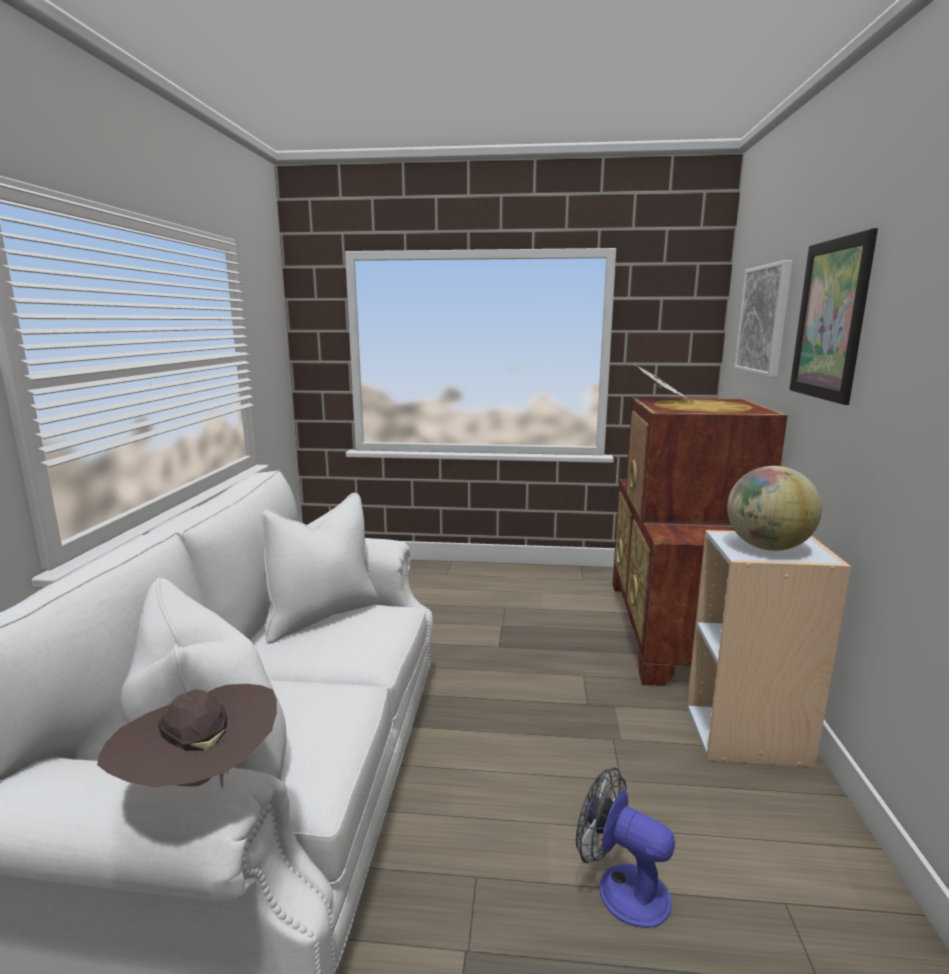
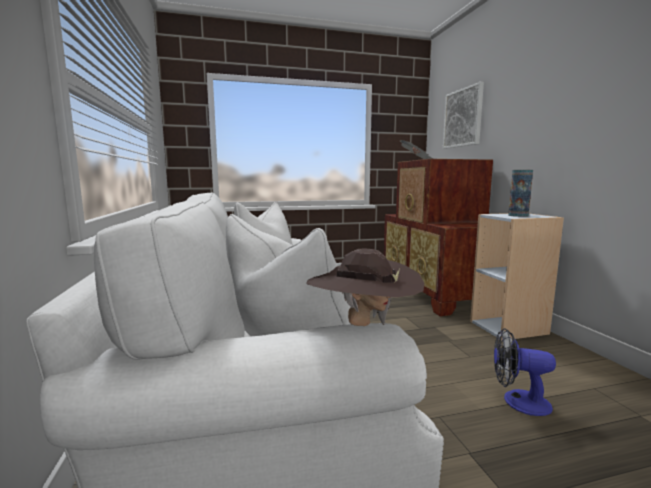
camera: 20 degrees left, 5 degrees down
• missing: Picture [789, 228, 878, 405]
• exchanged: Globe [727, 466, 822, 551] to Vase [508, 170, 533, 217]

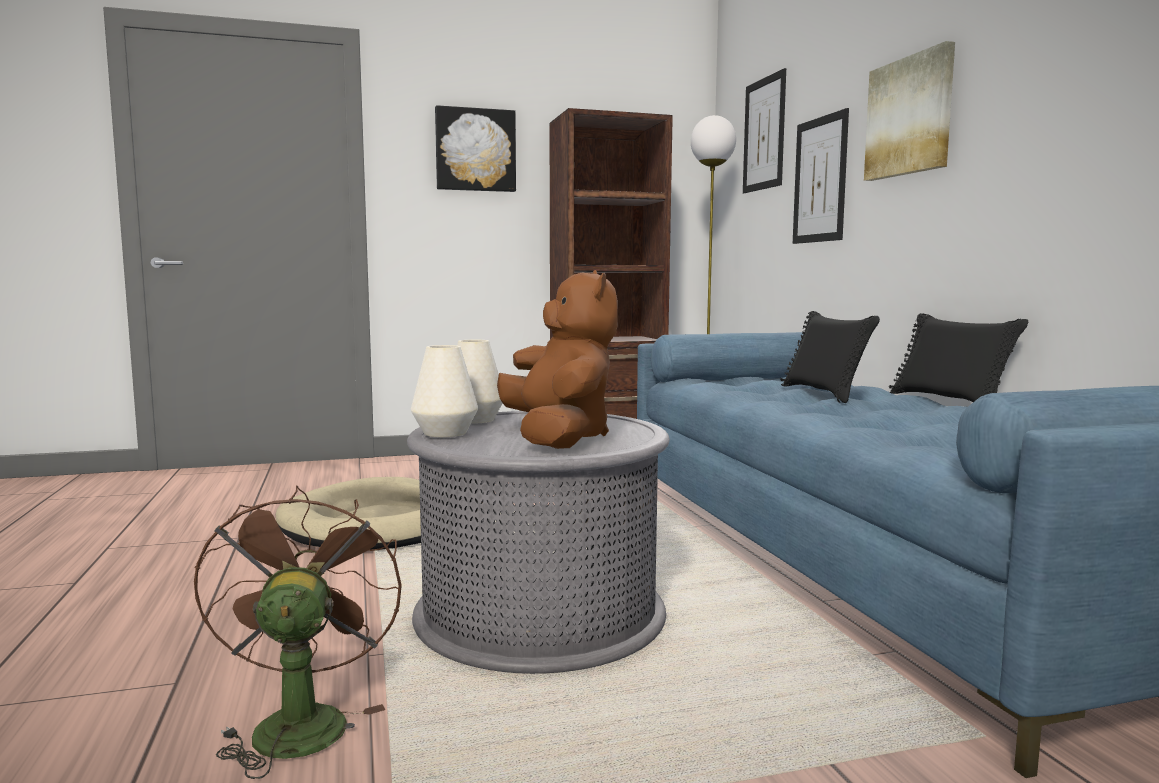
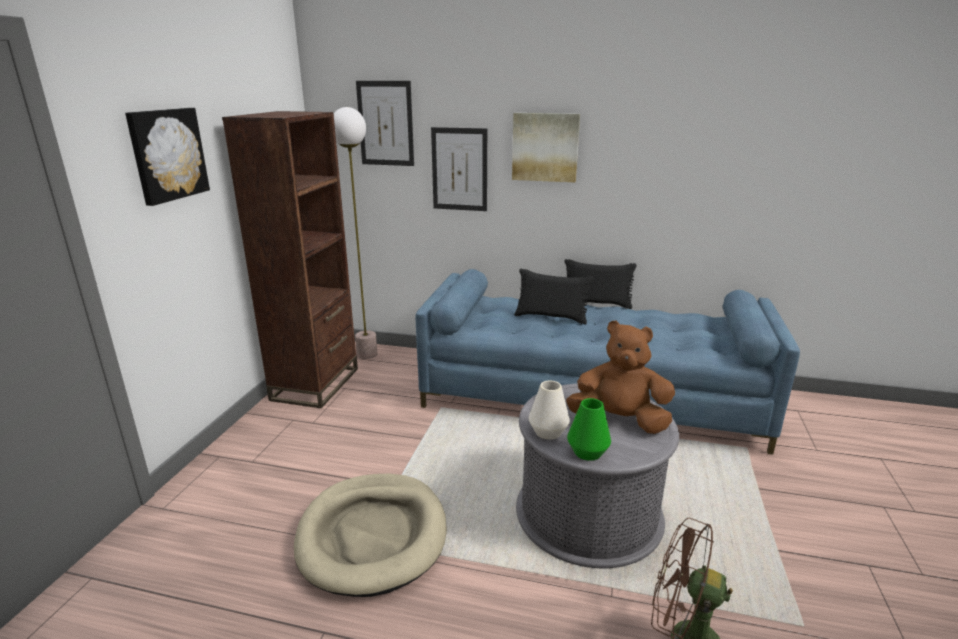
camera: 60 degrees left, 15 degrees up
• colour: WhiteVase [411, 345, 478, 437] to GreenVase [567, 398, 611, 461]

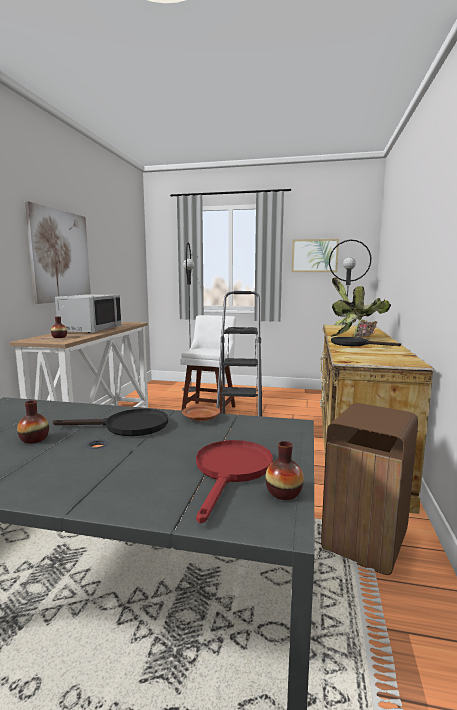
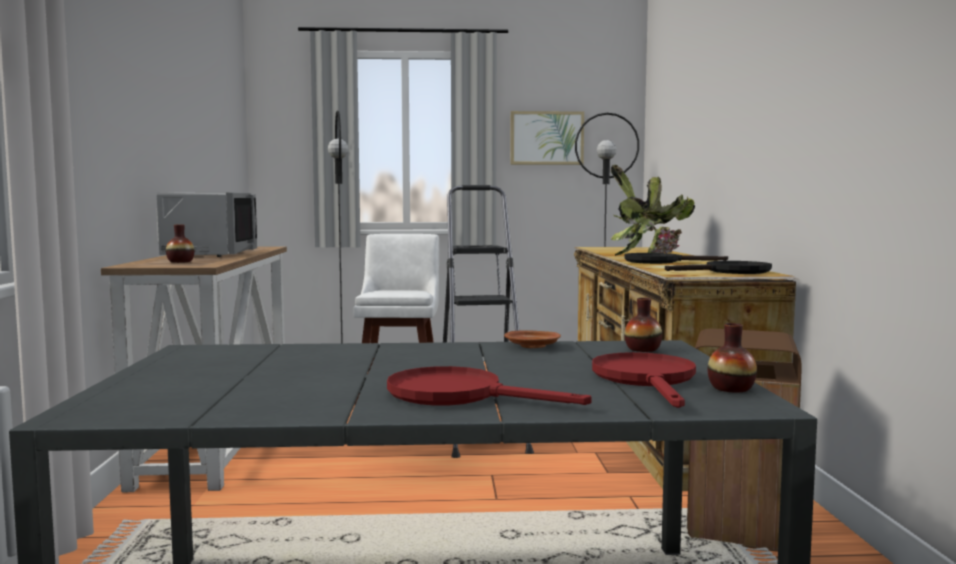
camera: 15 degrees left, 5 degrees down
• missing: Picture [25, 201, 91, 304]
• relocated: Vase [17, 400, 49, 444] to [624, 298, 662, 352]
• relocated: BlackFryingPan [53, 409, 168, 436] to [665, 261, 772, 274]
• appeared: RedFryingPan [387, 366, 592, 406]

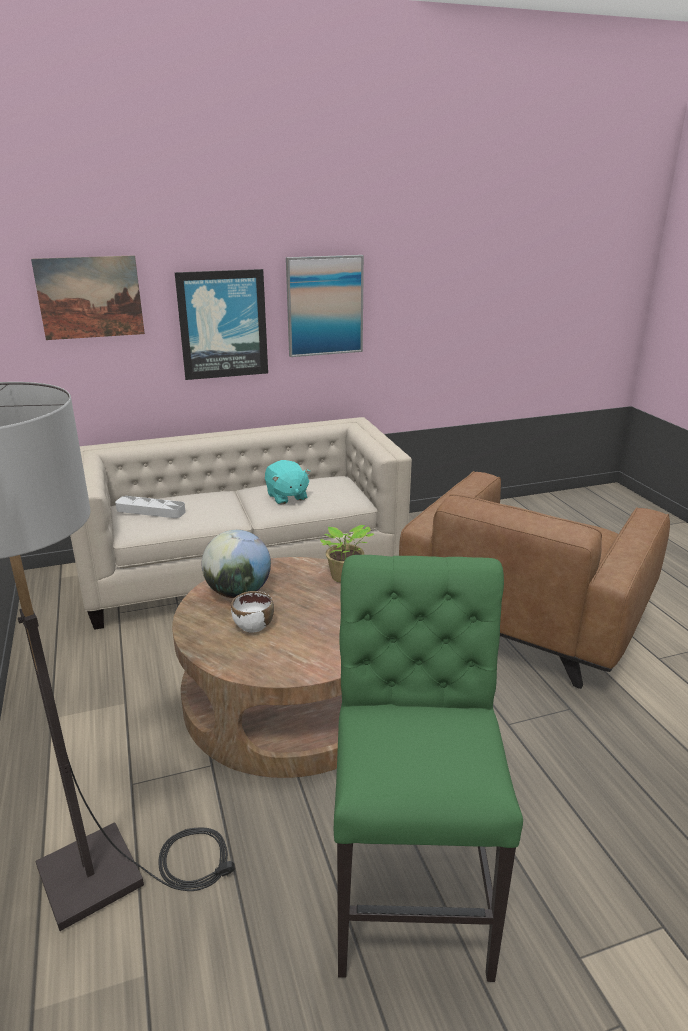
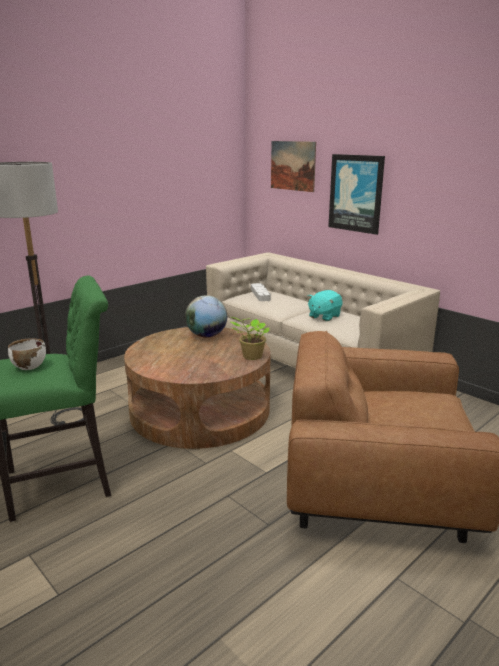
camera: 65 degrees right, 5 degrees down
• missing: Picture [286, 255, 364, 357]
• relocated: WhiteBowl [231, 591, 274, 633] to [8, 338, 46, 370]

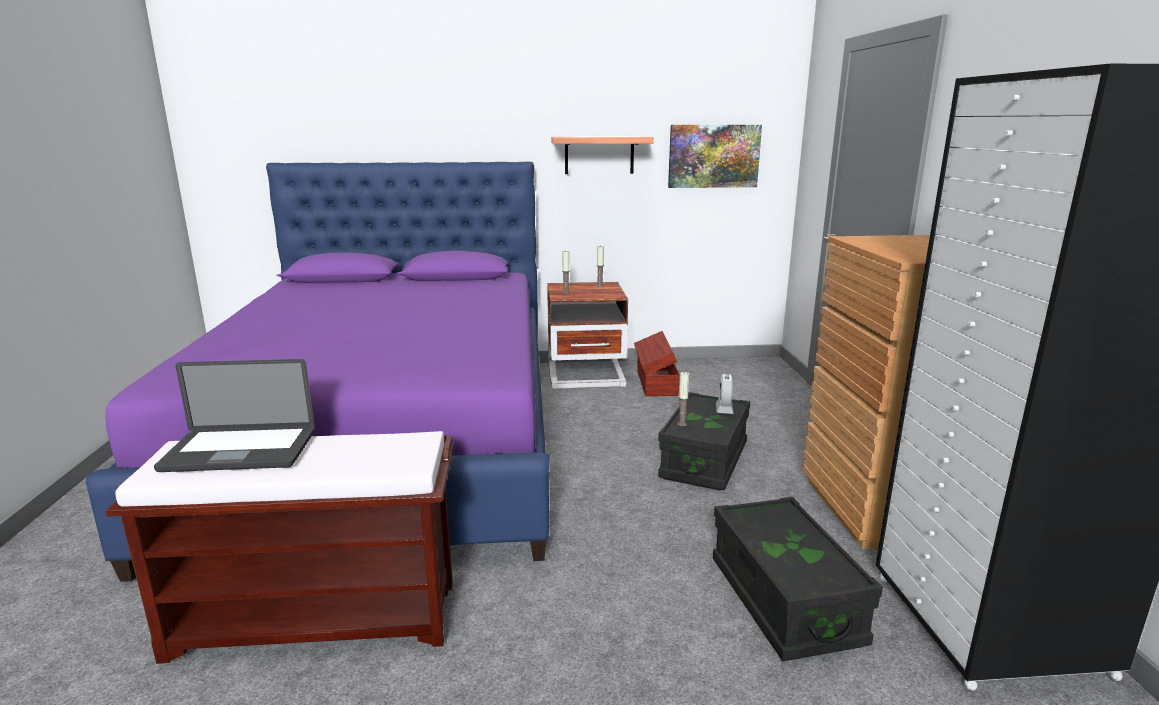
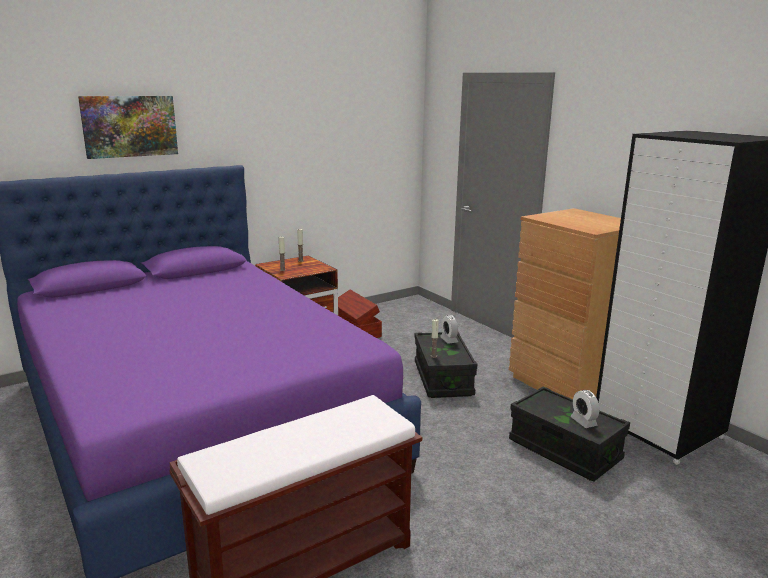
camera: 30 degrees left, 0 degrees up
• relocated: Picture [668, 125, 762, 188] to [78, 96, 178, 159]
• missing: Shelf [551, 136, 654, 174]
• missing: Laptop [154, 359, 314, 472]
• appeared: AlarmClock [570, 390, 600, 428]

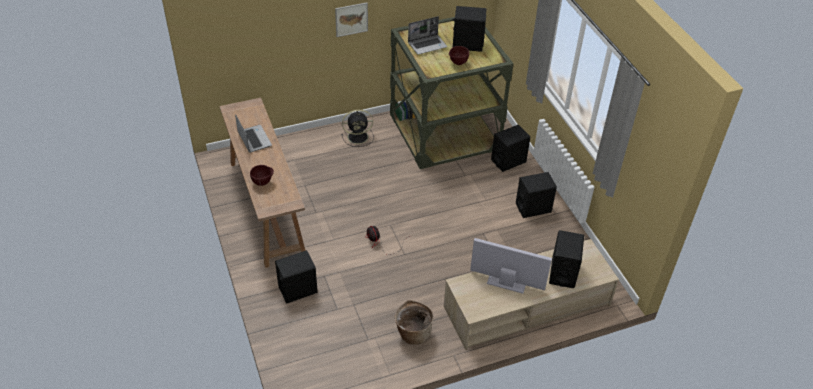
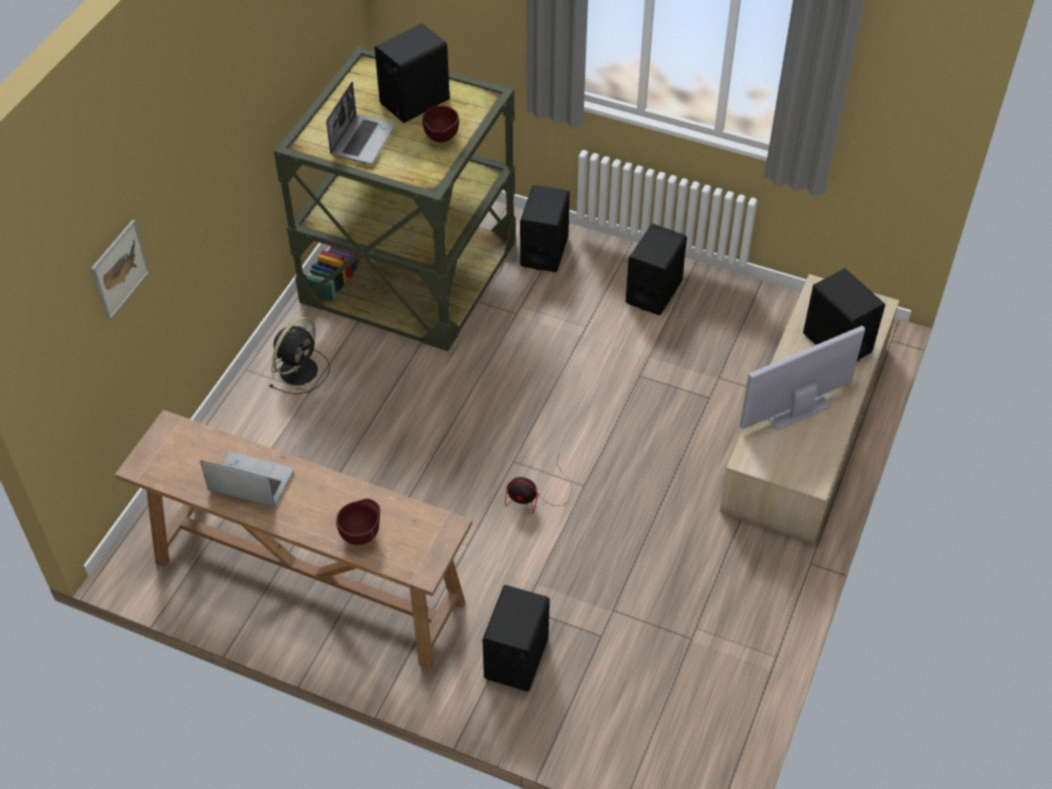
camera: 45 degrees left, 5 degrees up
• relocated: Picture [335, 2, 368, 37] to [91, 220, 149, 320]
• missing: Basket [395, 300, 433, 345]

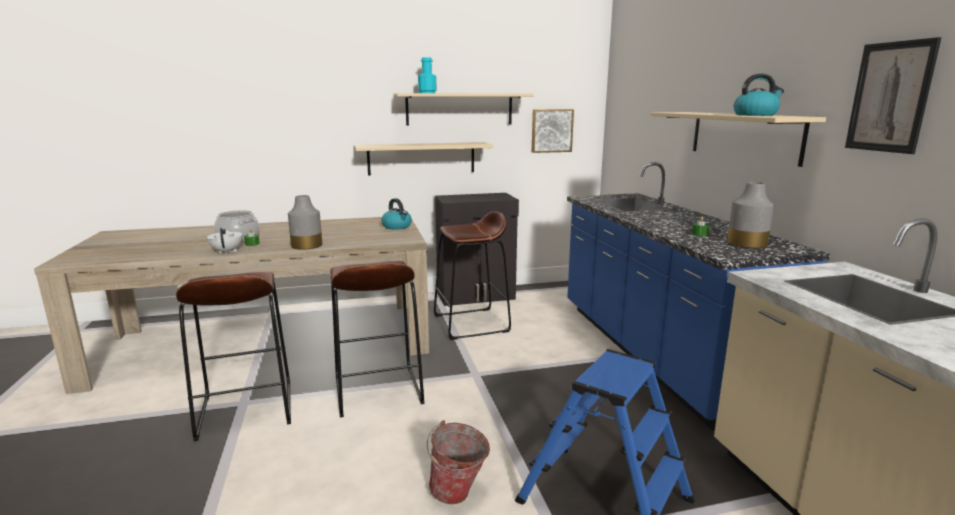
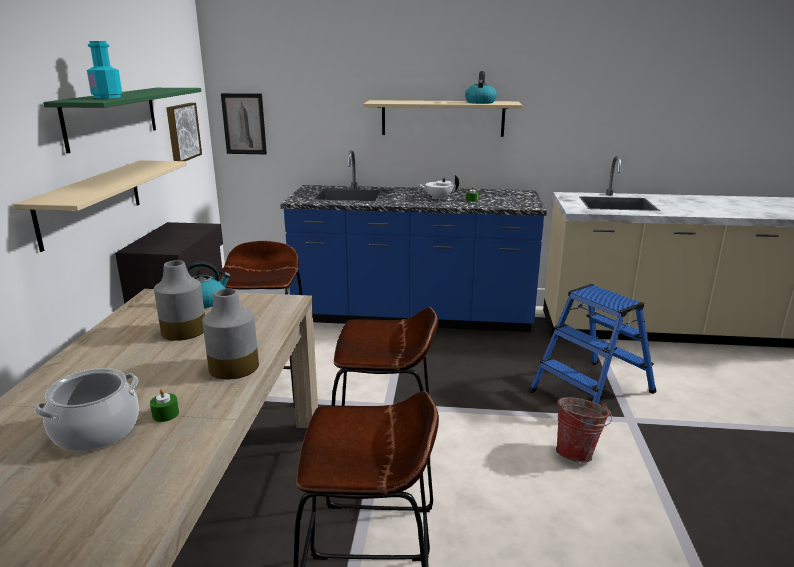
camera: 70 degrees left, 5 degrees up
• relocated: Picture [845, 37, 941, 154] to [221, 93, 267, 154]
• colour: BeigeShelf [393, 93, 534, 125] to GreenShelf [43, 88, 201, 153]
• relocated: GreyVase [727, 182, 774, 248] to [154, 260, 205, 341]
• relocated: WhiteTeapot [207, 228, 243, 254] to [418, 175, 459, 200]

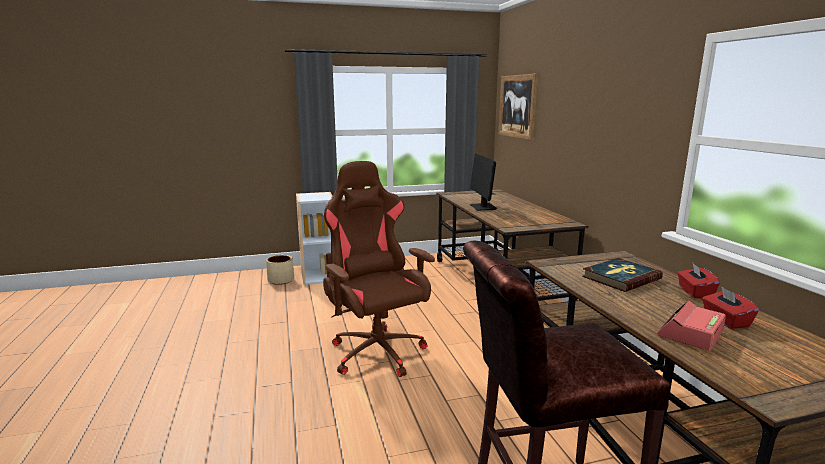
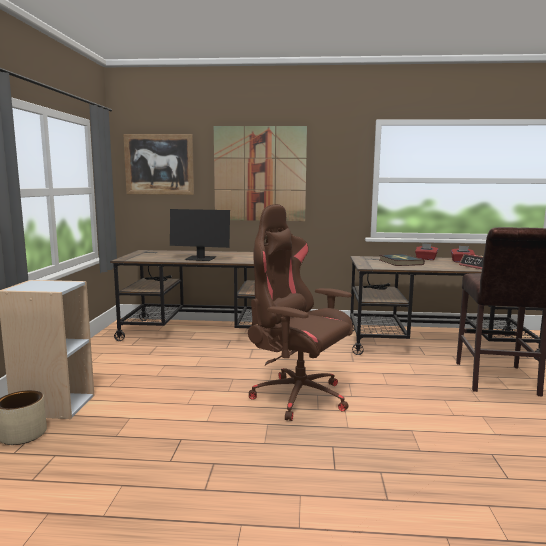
camera: 70 degrees left, 5 degrees down
• spun: BrownOfficeChair [323, 161, 435, 377] = [248, 204, 353, 421] 45 degrees clockwise
• appeared: Picture [214, 126, 307, 221]

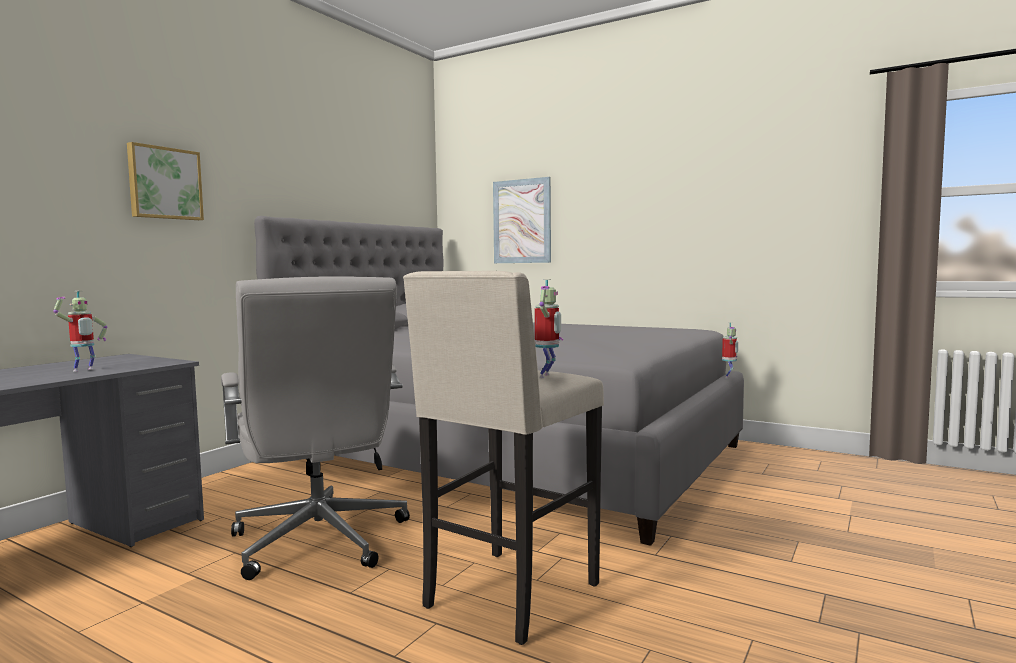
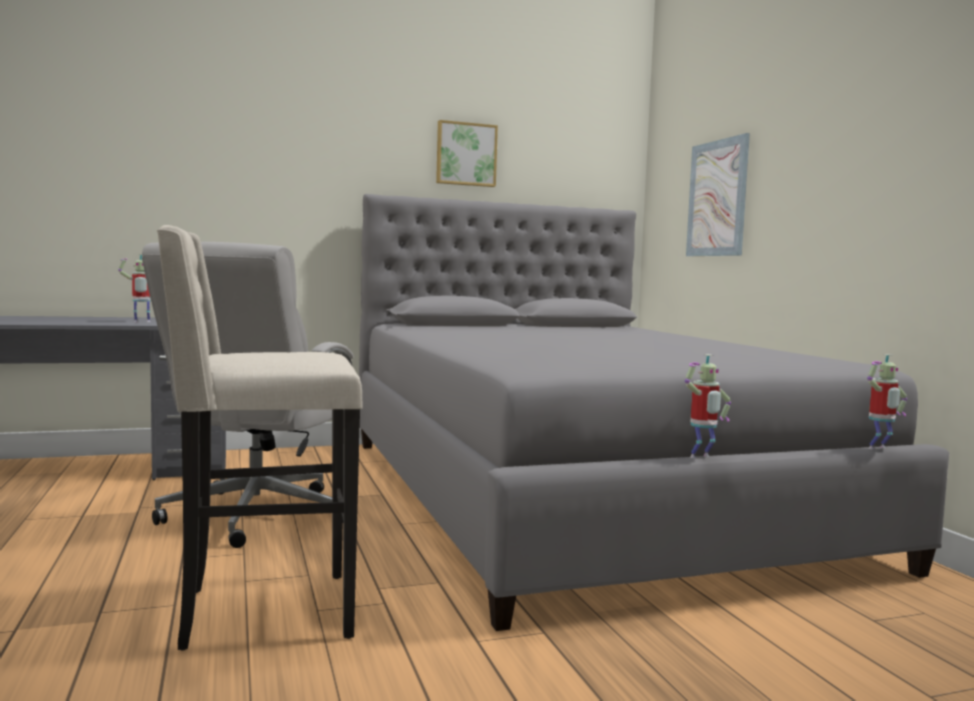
camera: 40 degrees right, 0 degrees up
• relocated: Picture [127, 142, 204, 220] to [436, 120, 498, 187]
• relocated: ToyRobot [535, 279, 563, 378] to [685, 354, 731, 458]

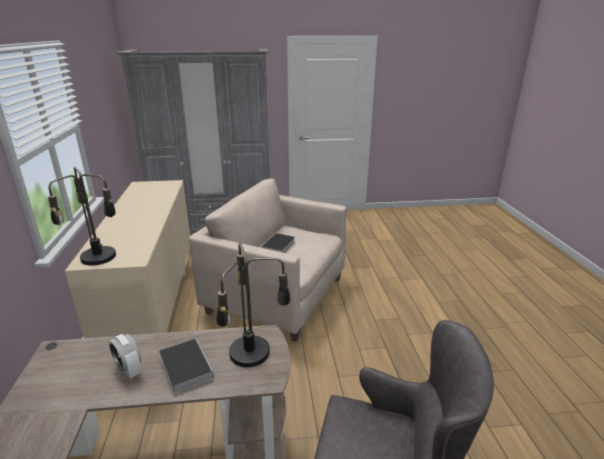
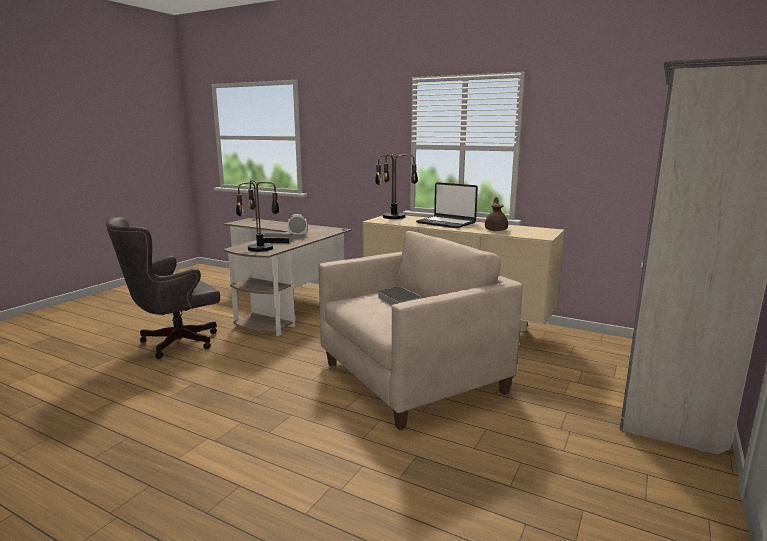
camera: 125 degrees right, 10 degrees down
• appeared: Laptop [416, 182, 478, 228]
• appeared: BrownTeapot [485, 197, 508, 231]

